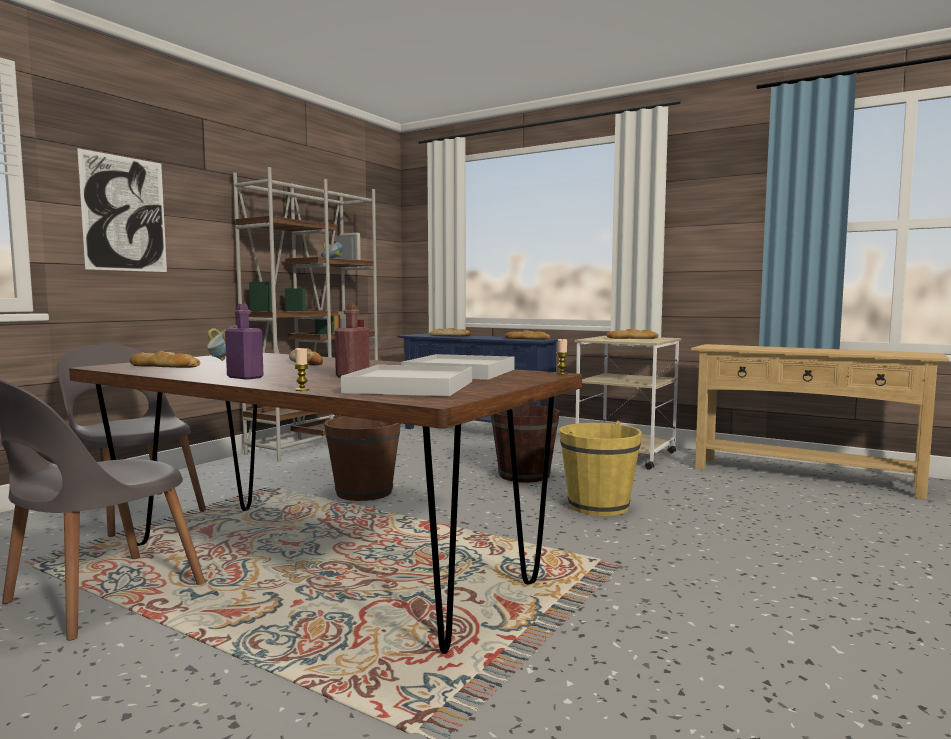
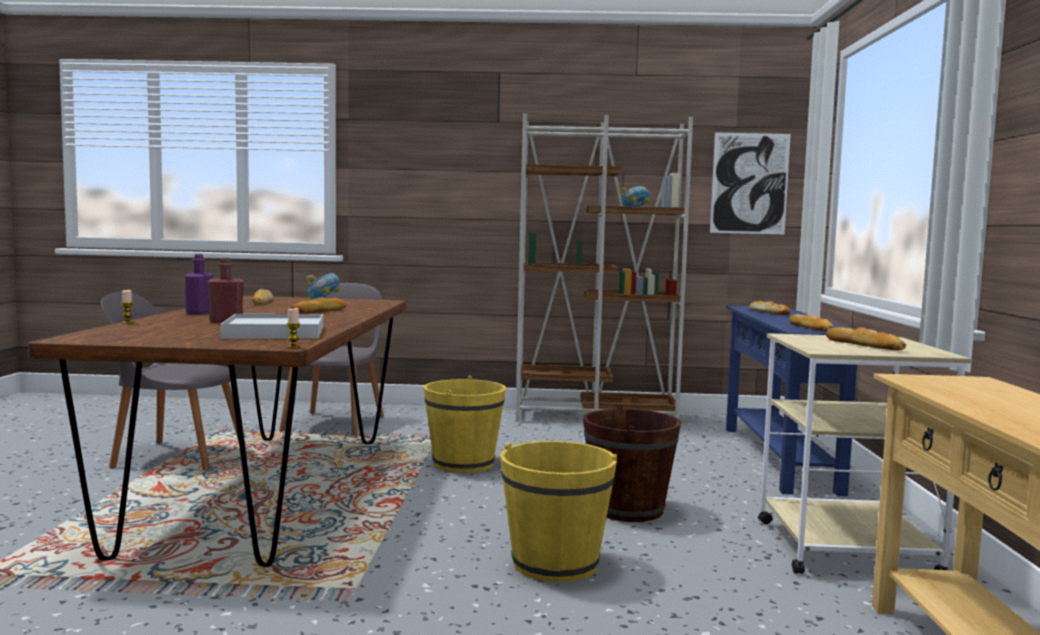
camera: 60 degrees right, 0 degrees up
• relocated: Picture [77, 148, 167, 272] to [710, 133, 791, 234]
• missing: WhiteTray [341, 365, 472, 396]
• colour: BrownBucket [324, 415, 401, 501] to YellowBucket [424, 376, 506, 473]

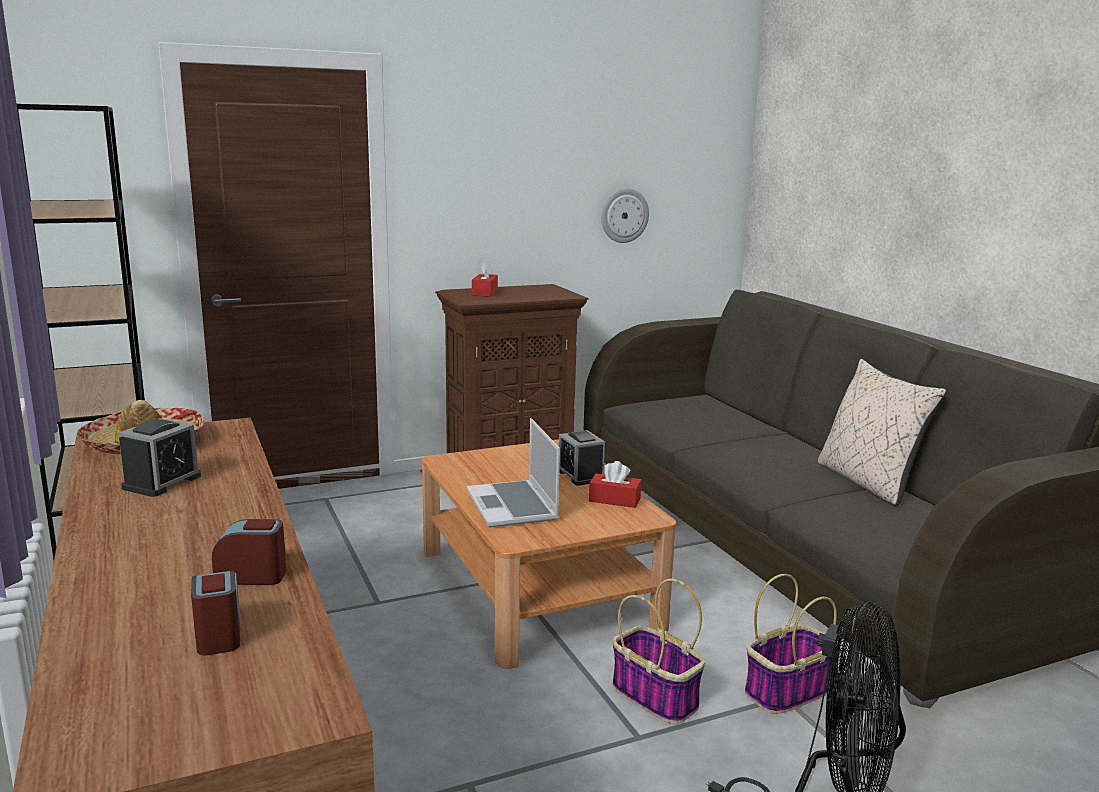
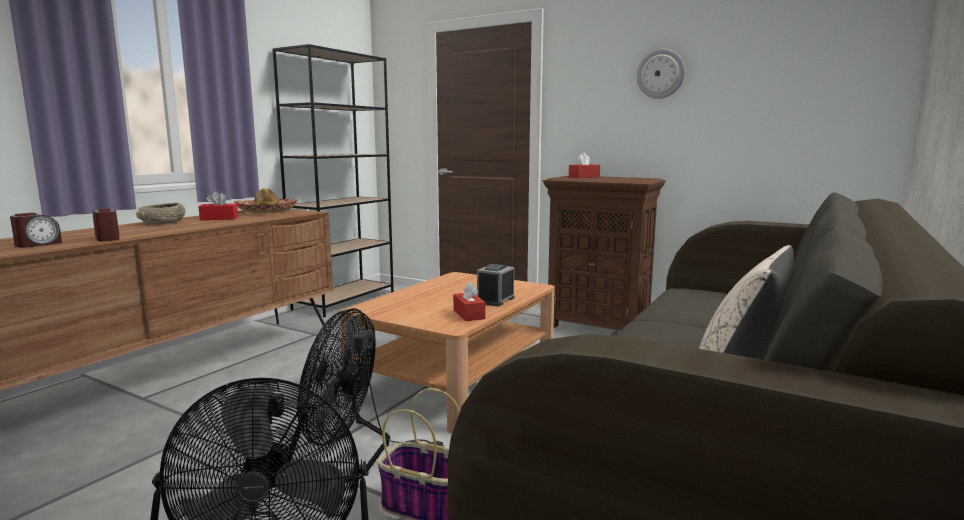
camera: 55 degrees right, 5 degrees down
• relocated: WallClock [601, 188, 649, 243] to [637, 49, 685, 99]
• exchanged: AlarmClock [118, 418, 201, 497] to RedTissueBox [198, 191, 238, 220]
• missing: Laptop [466, 418, 560, 528]
• exchanged: Basket [613, 578, 705, 724] to BlackFan [287, 308, 445, 483]
• appeared: BeigeBowl [136, 203, 185, 224]

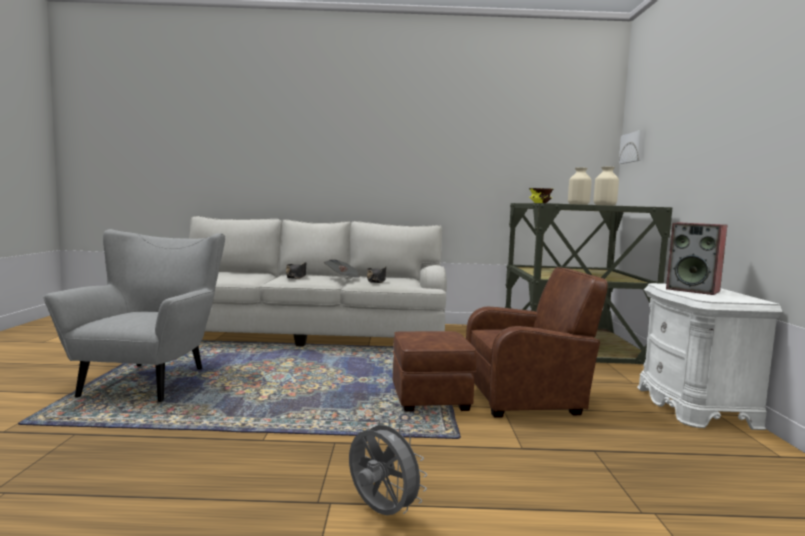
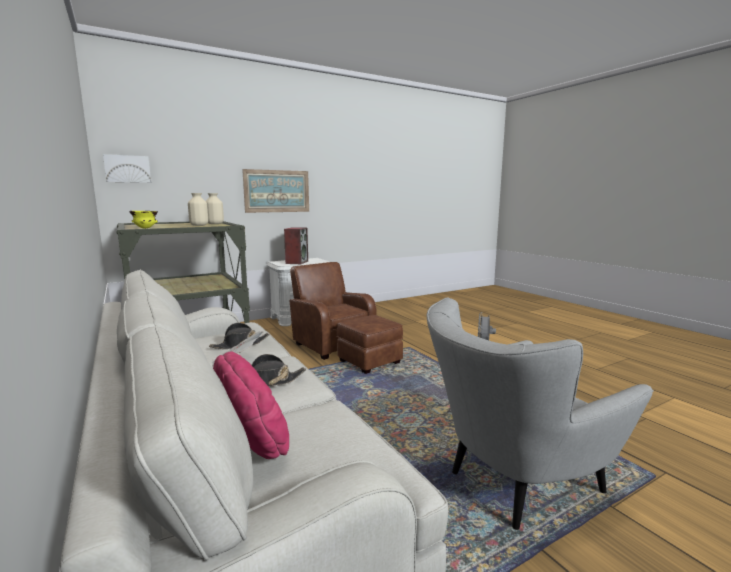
camera: 120 degrees left, 5 degrees up
• appeared: Picture [242, 169, 309, 213]
• appeared: PinkPillow [213, 352, 289, 459]

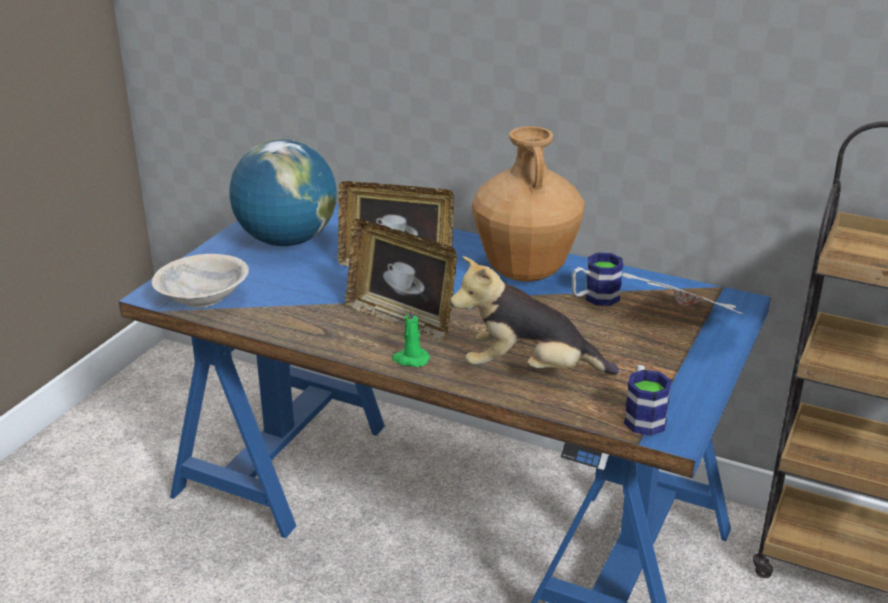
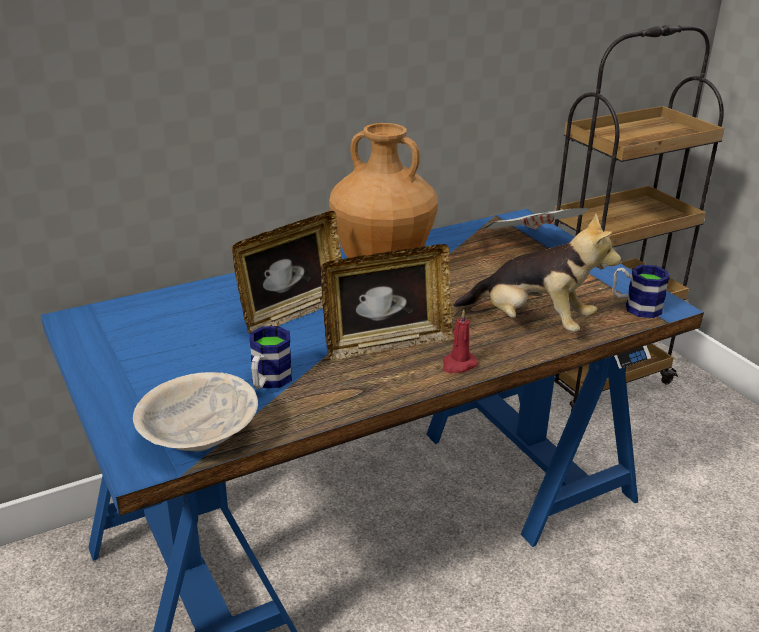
camera: 55 degrees left, 0 degrees up
• missing: Globe [229, 139, 337, 246]
• relocated: Mug [572, 253, 623, 306] to [249, 326, 292, 389]
• spun: PlushToy [450, 256, 619, 374] = [453, 213, 621, 332] 105 degrees counterclockwise
• colour: GreenCandle [392, 306, 430, 367] to RedCandle [443, 309, 478, 373]

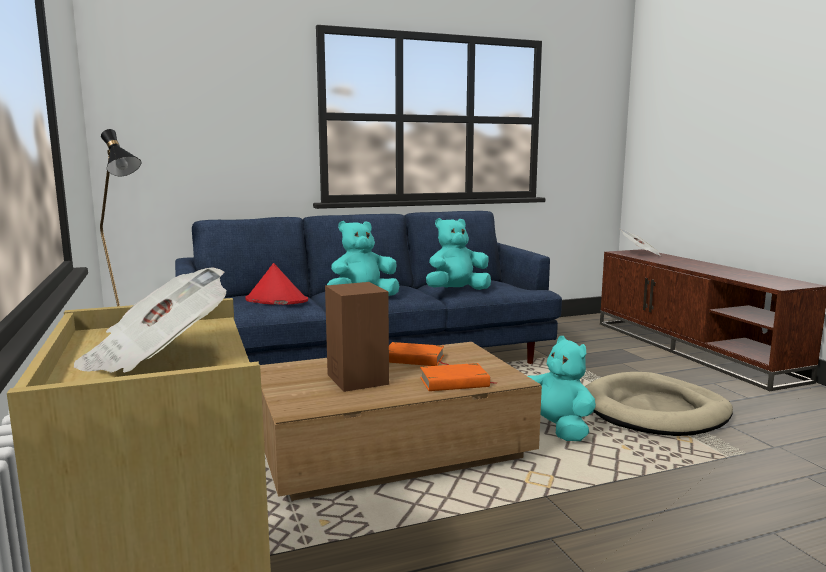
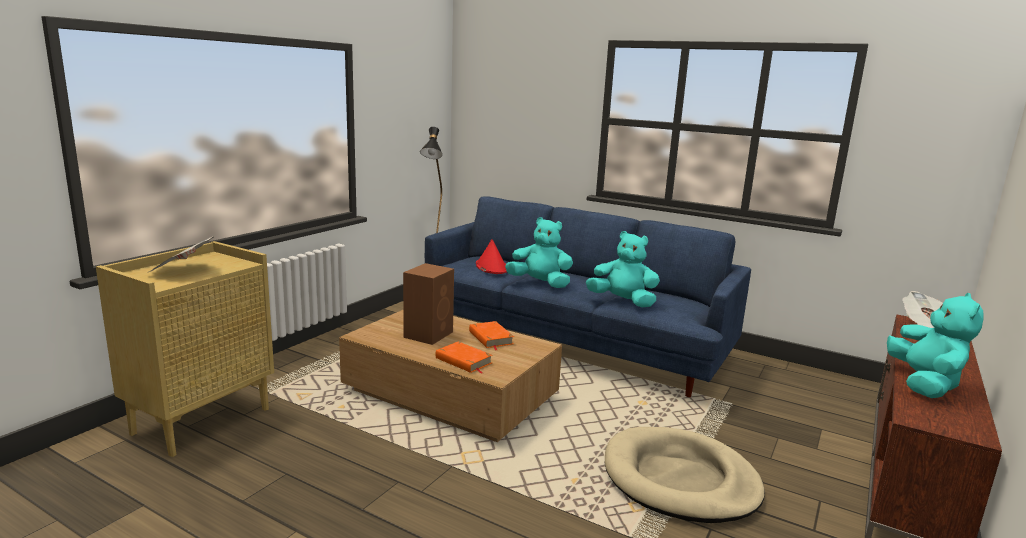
camera: 50 degrees right, 5 degrees up
• relocated: TurquoisePlushToy [528, 336, 596, 441] to [887, 293, 984, 398]

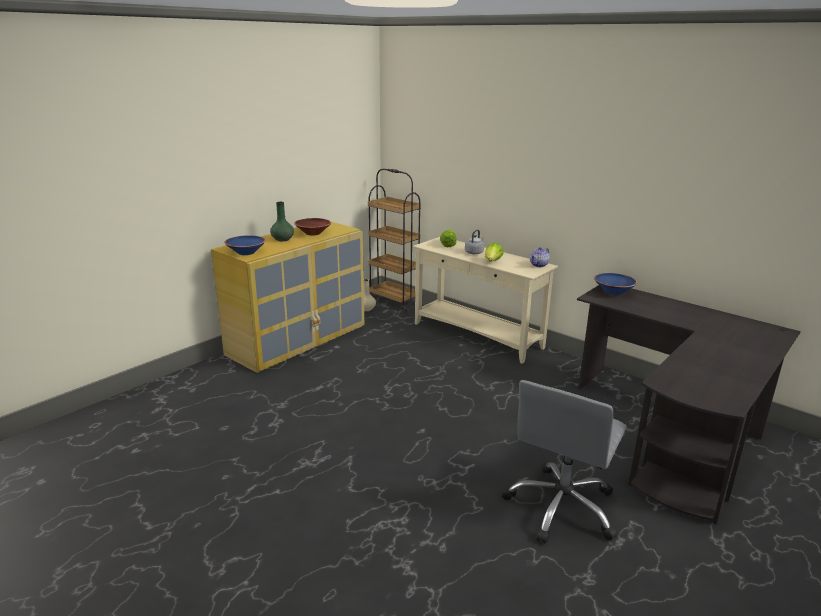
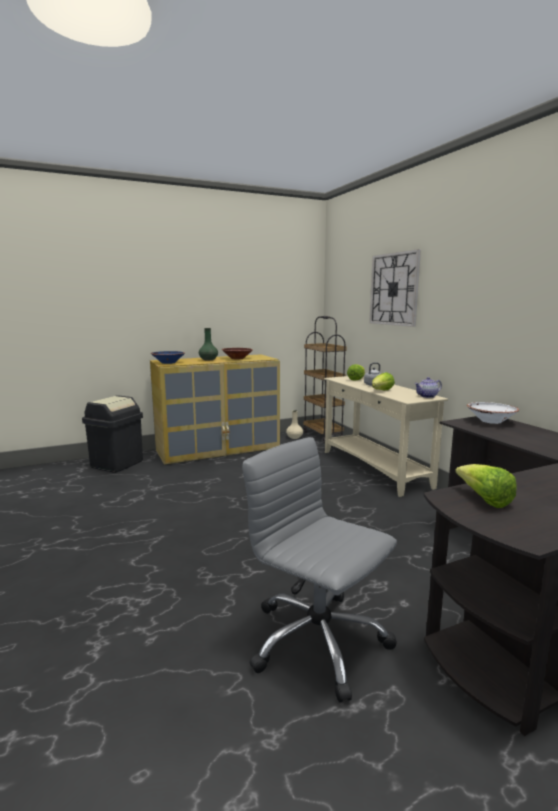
camera: 25 degrees right, 10 degrees down
• colour: BlueBowl [594, 273, 638, 295] to WhiteBowl [467, 402, 519, 424]
• spun: GreyOfficeChair [501, 380, 627, 544] = [242, 437, 397, 702] 75 degrees clockwise
• appeared: WallClock [369, 249, 421, 327]
• appeared: BlackTrashCan [82, 395, 143, 473]
• appeared: Lettuce [455, 464, 517, 508]

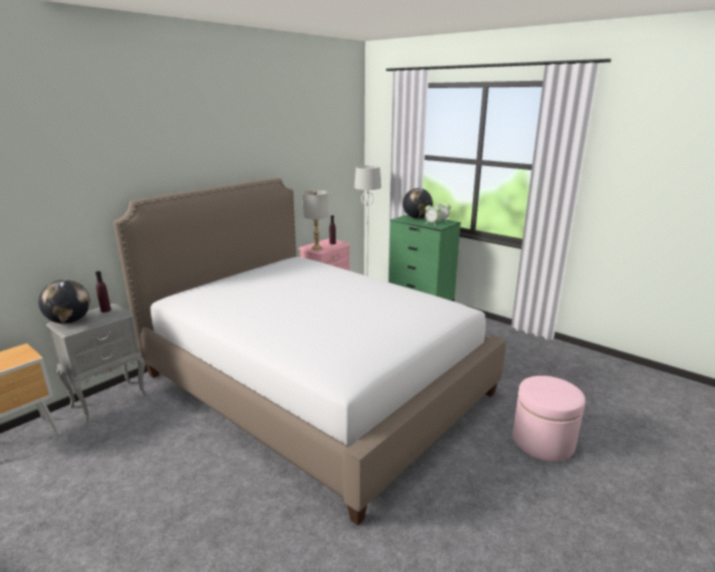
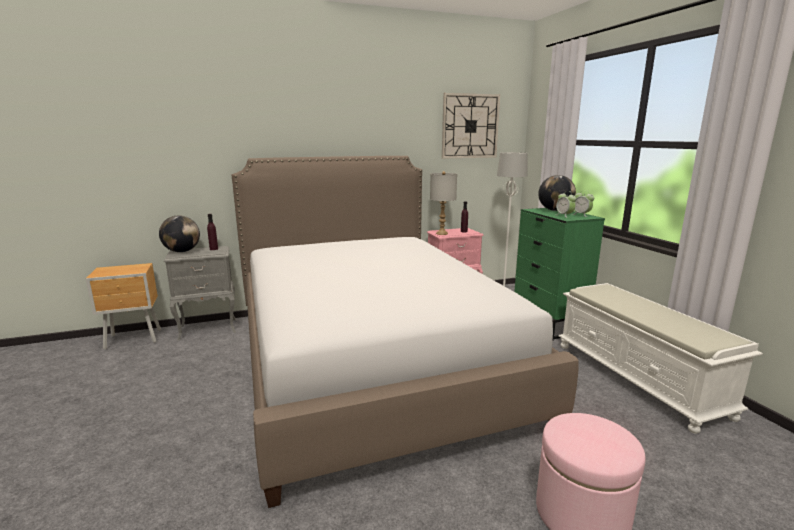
camera: 30 degrees right, 5 degrees down
• appeared: WallClock [442, 93, 500, 158]
• appeared: WhiteBench [558, 283, 763, 434]

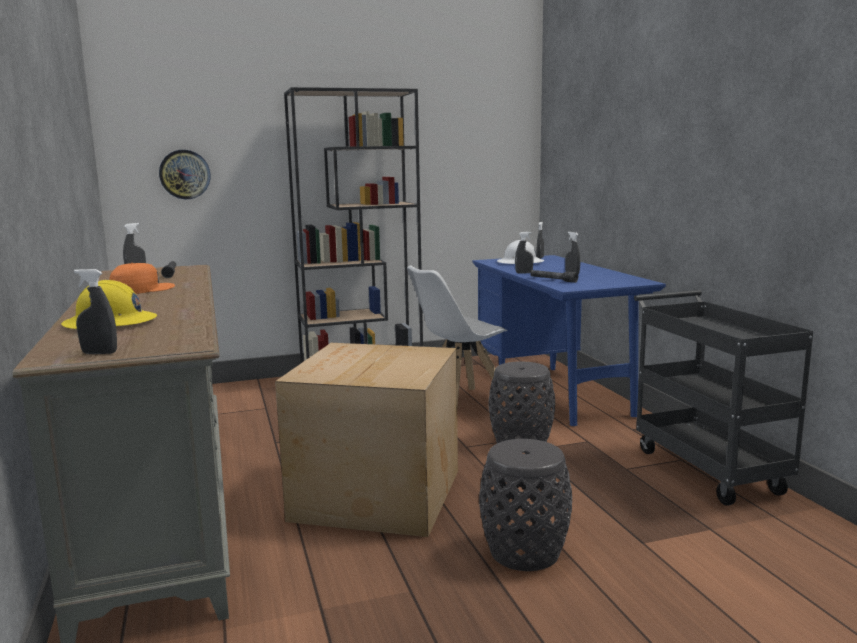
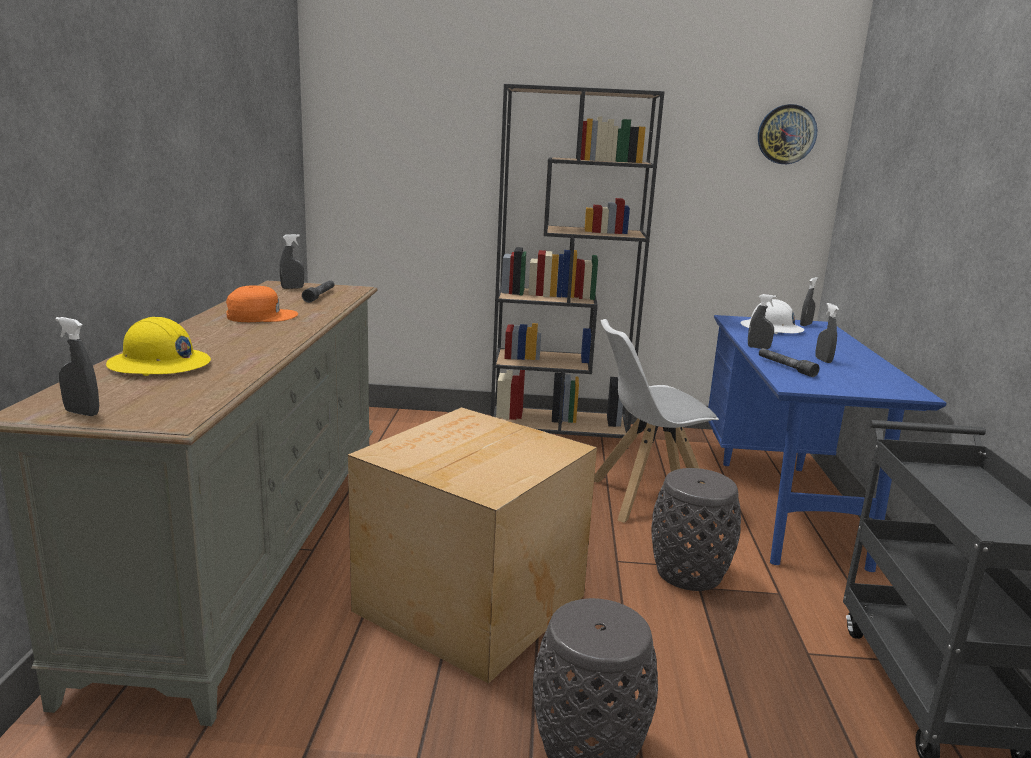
camera: 20 degrees right, 5 degrees up
• relocated: WallClock [159, 150, 211, 199] to [758, 104, 817, 164]

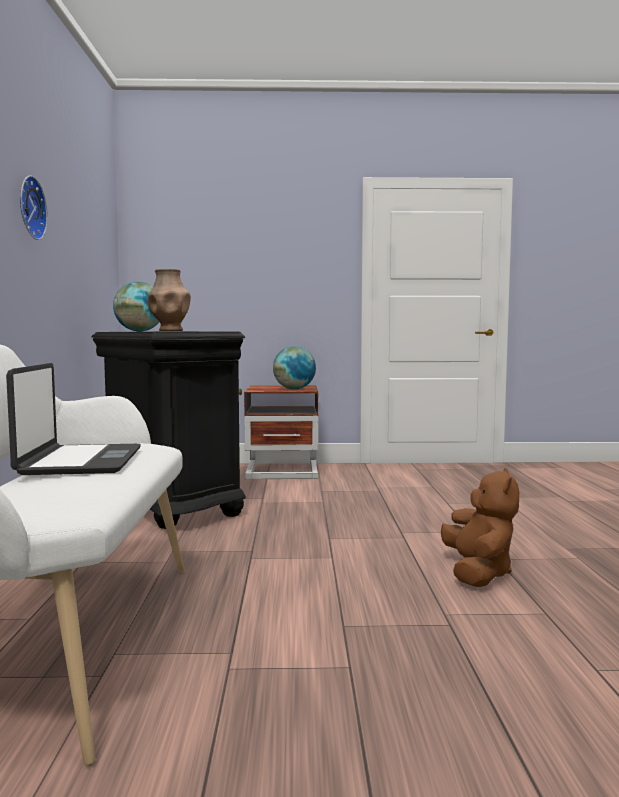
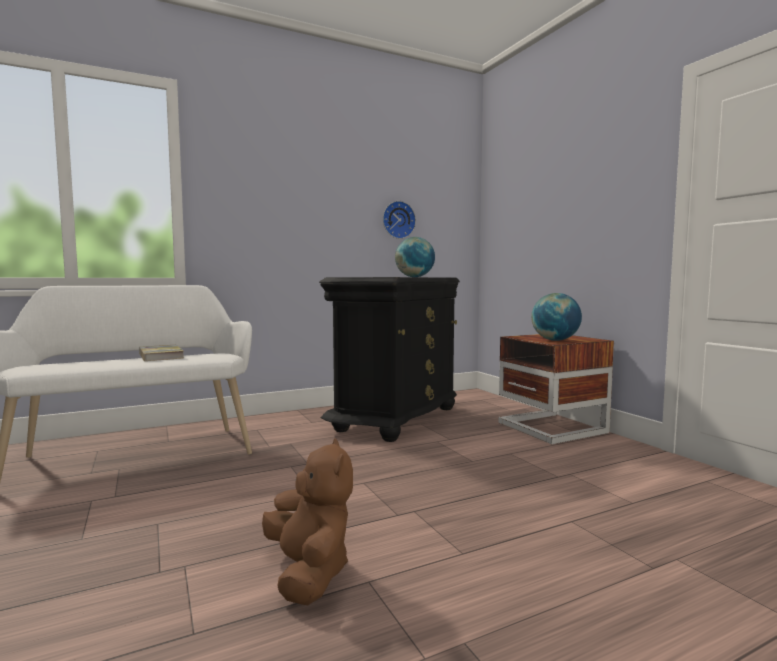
camera: 65 degrees right, 0 degrees up
• relocated: WallClock [20, 175, 48, 240] to [383, 201, 416, 239]
• missing: BrownVase [148, 269, 191, 331]
• exchanged: Laptop [6, 363, 141, 475] to Book [139, 345, 184, 361]
• spun: BrownPlushToy [441, 468, 519, 587] = [262, 438, 353, 605] 90 degrees counterclockwise

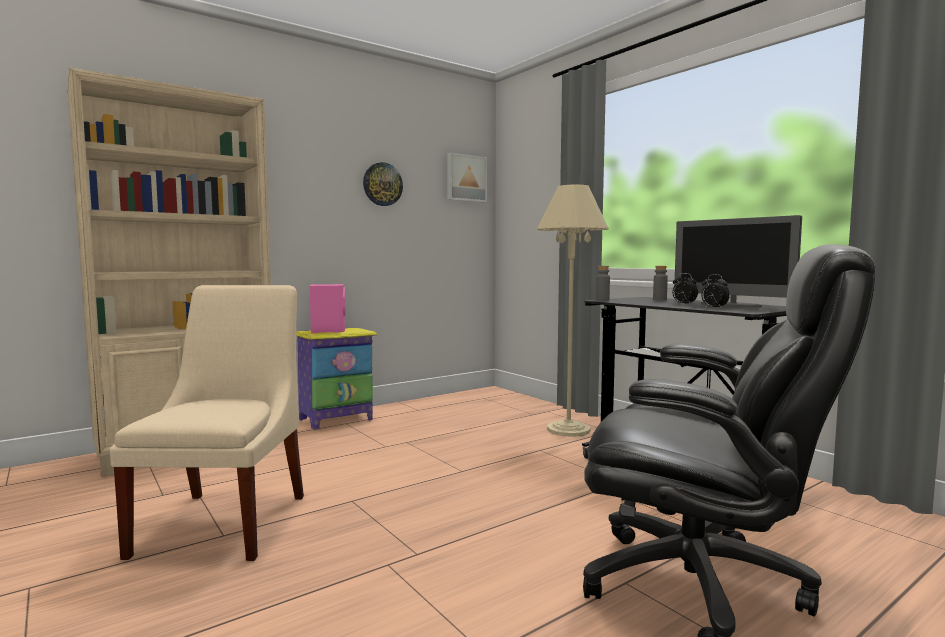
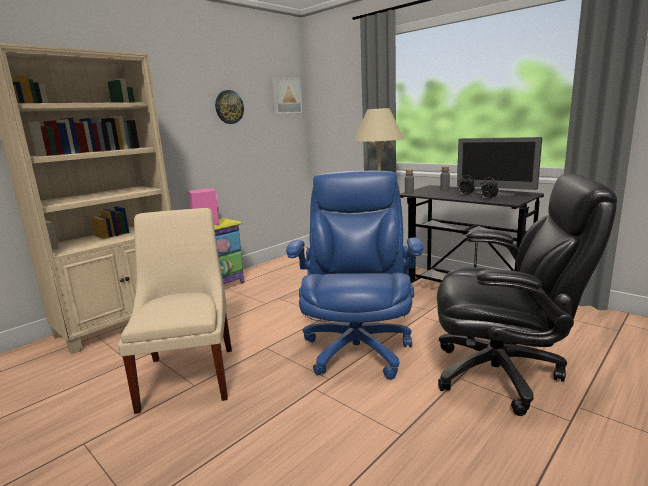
camera: 10 degrees left, 10 degrees up
• appeared: BlueOfficeChair [286, 171, 424, 380]

